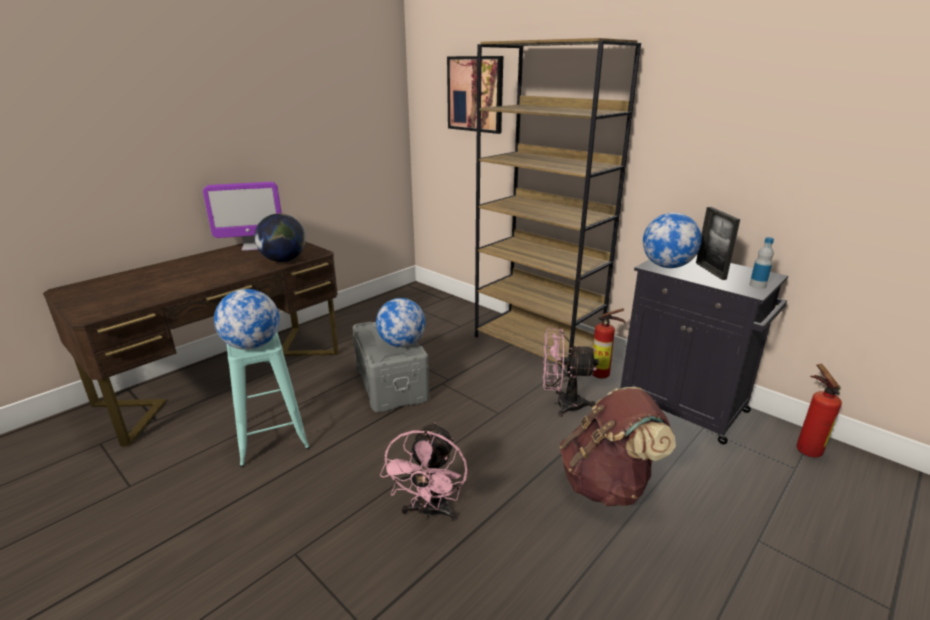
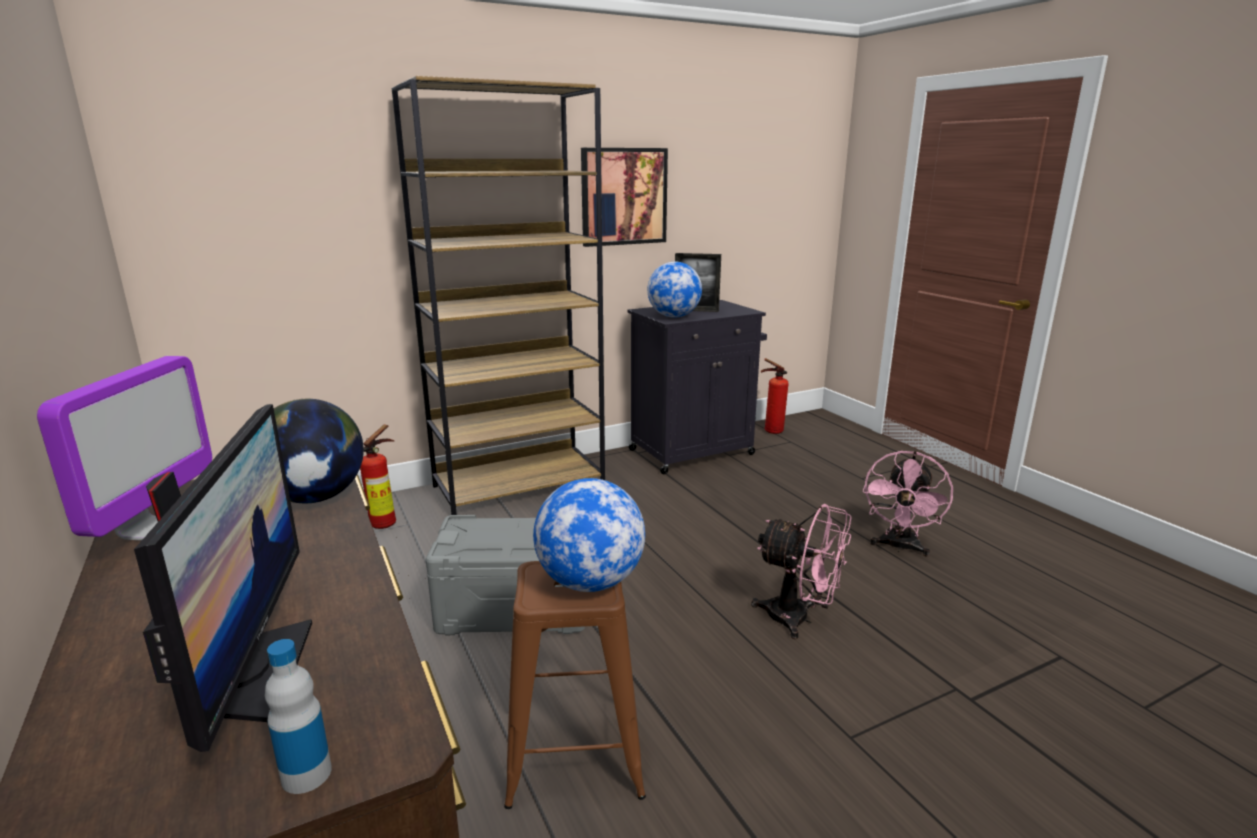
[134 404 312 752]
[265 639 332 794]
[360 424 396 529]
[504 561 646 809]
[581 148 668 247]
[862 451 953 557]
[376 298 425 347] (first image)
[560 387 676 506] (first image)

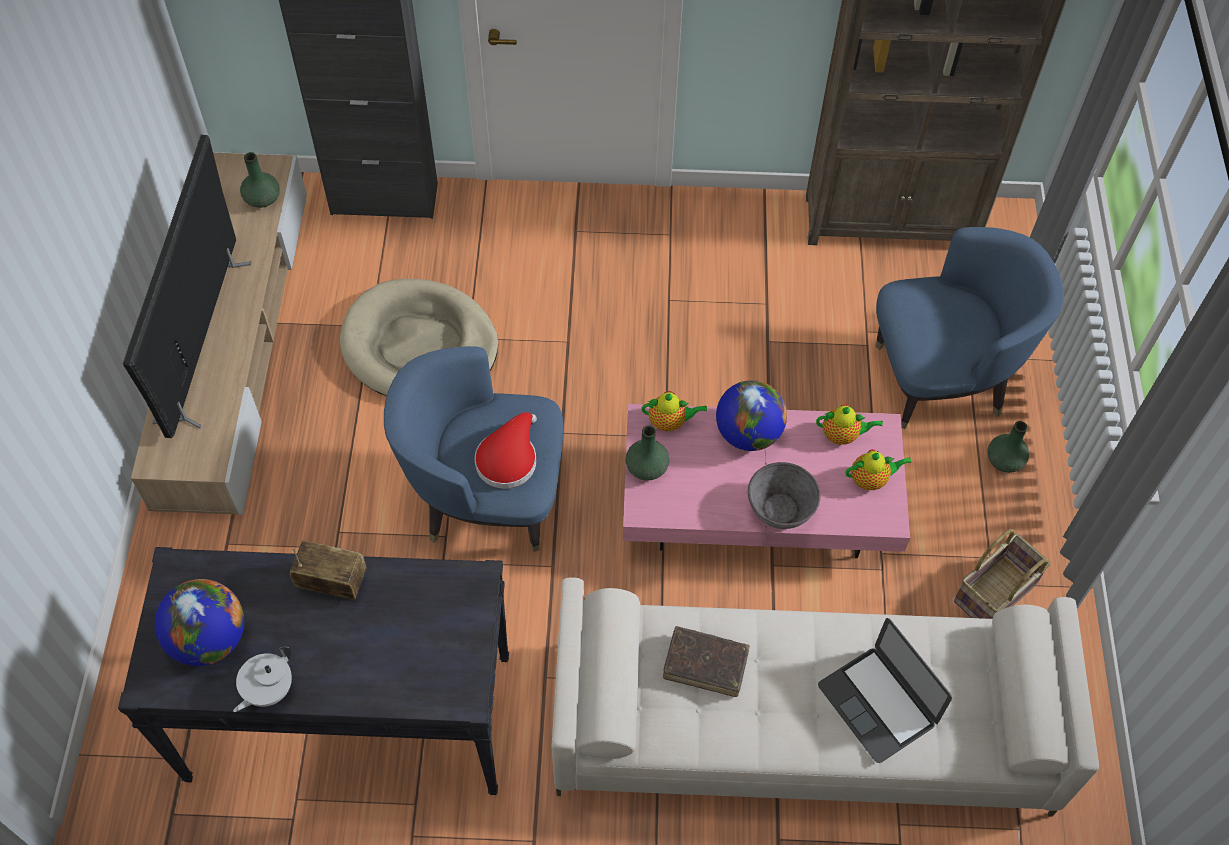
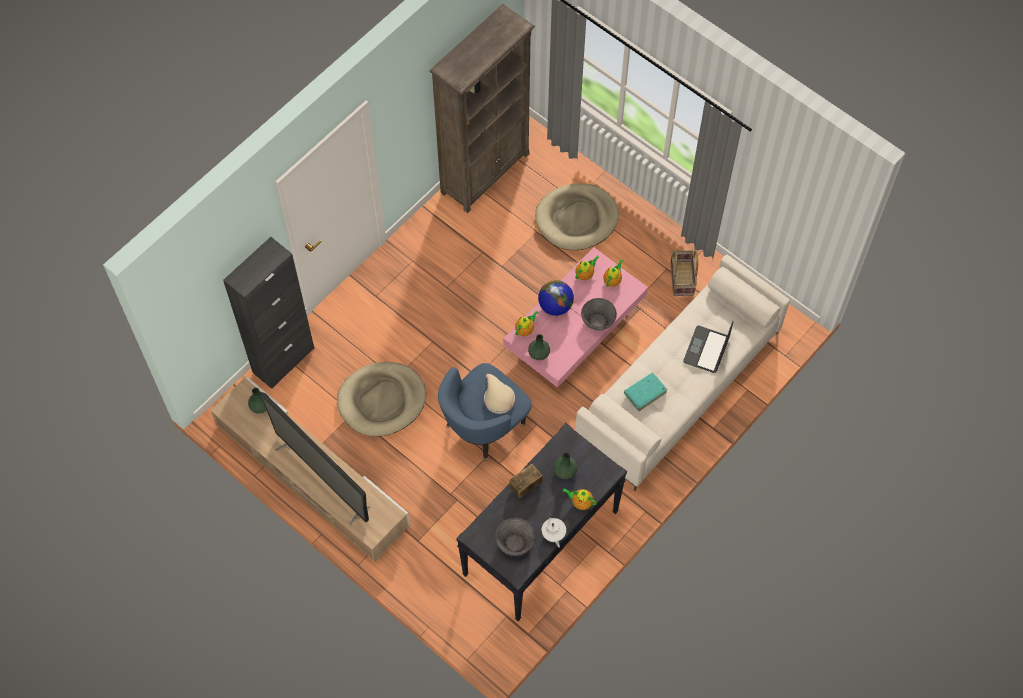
[484 374 515 414]
[495 518 535 556]
[535 183 619 250]
[553 452 577 479]
[563 488 597 510]
[624 373 667 411]
[683 321 733 373]

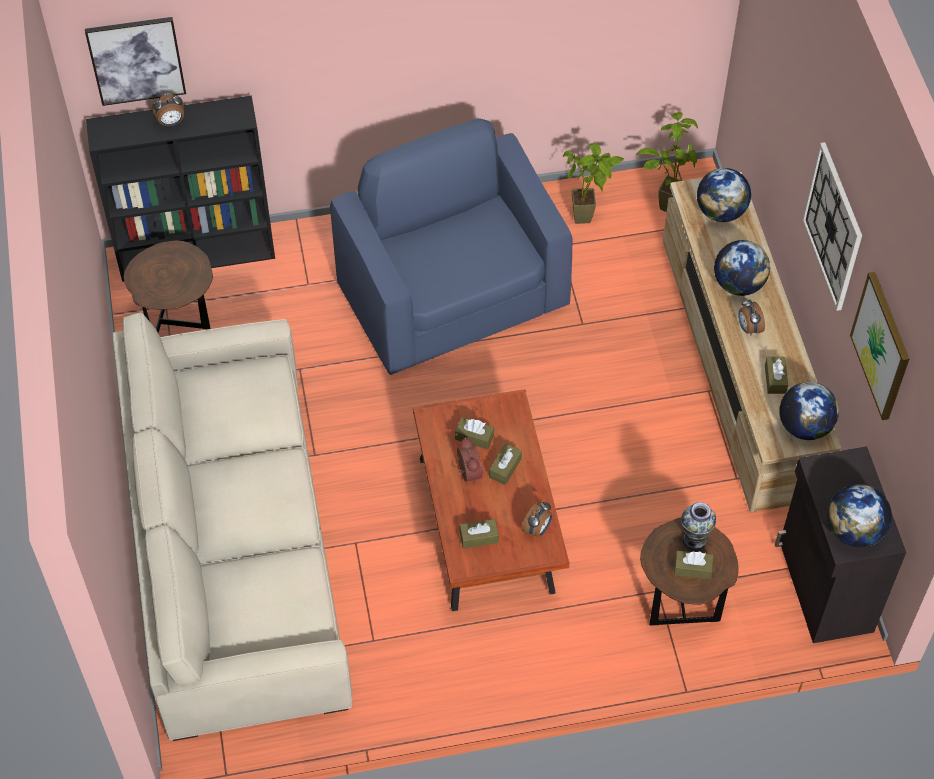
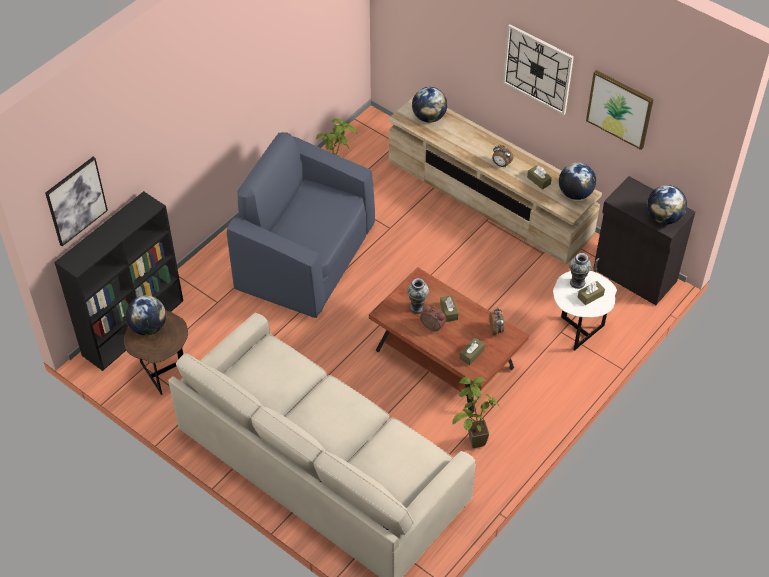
[126 295 166 335]
[407 278 429 314]
[452 377 501 448]
[553 271 617 351]
[152 93 184 126] (first image)

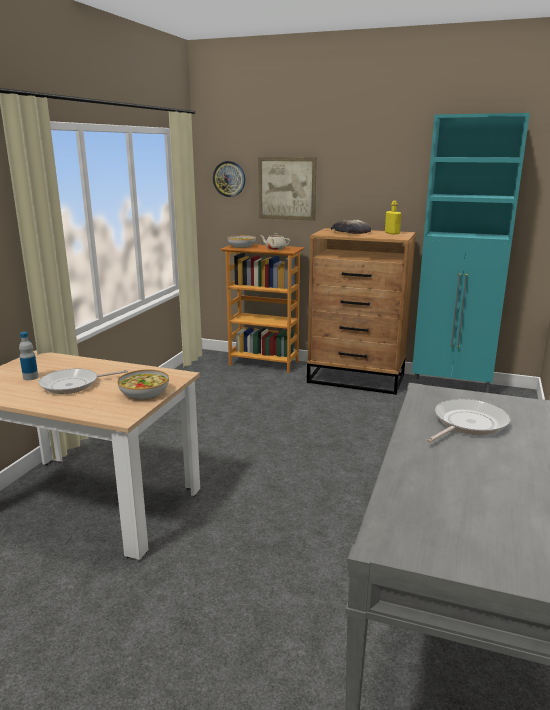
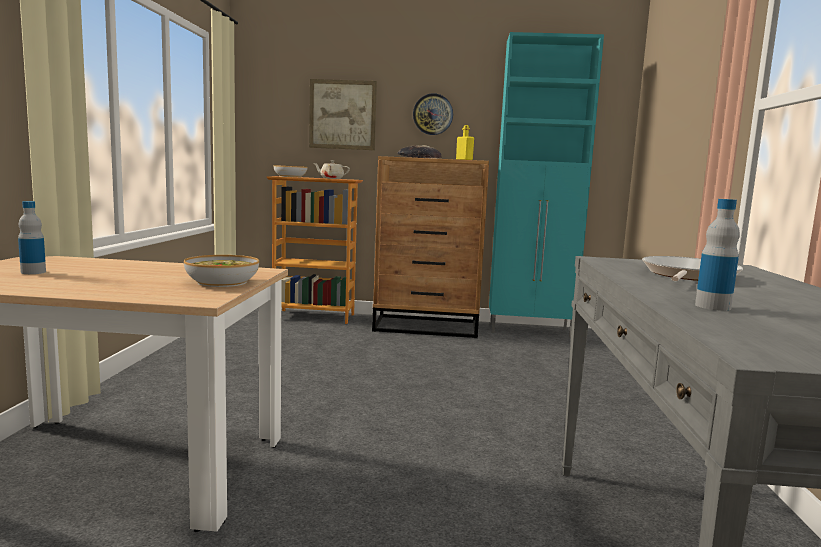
[413 93 453 135]
[695 199 740 311]
[39 369 128 394] (first image)

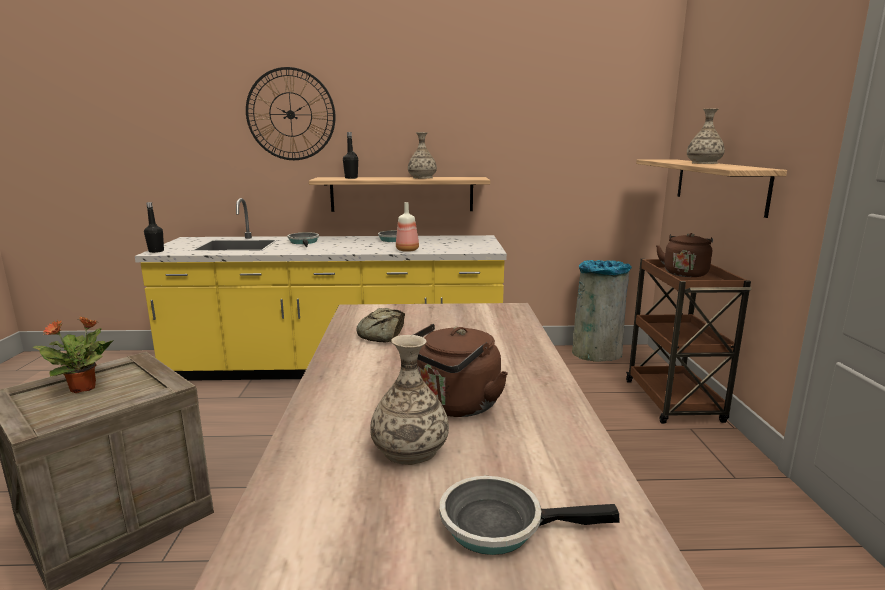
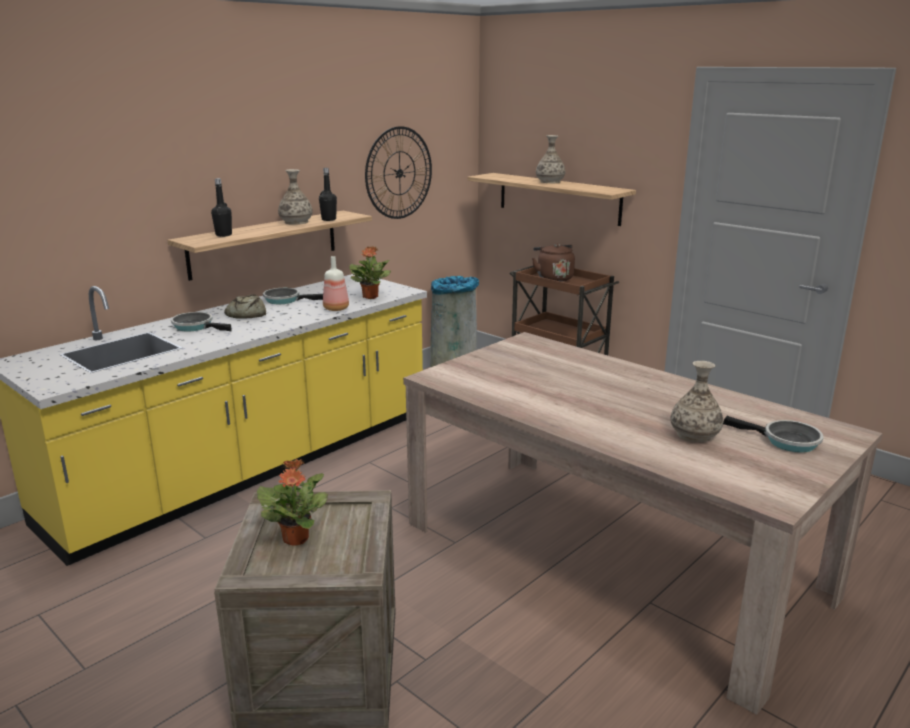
[224 294 266 319]
[319 168 337 221]
[349 246 391 299]
[365 126 432 219]
[723 416 824 453]
[413 324 508 417] (first image)

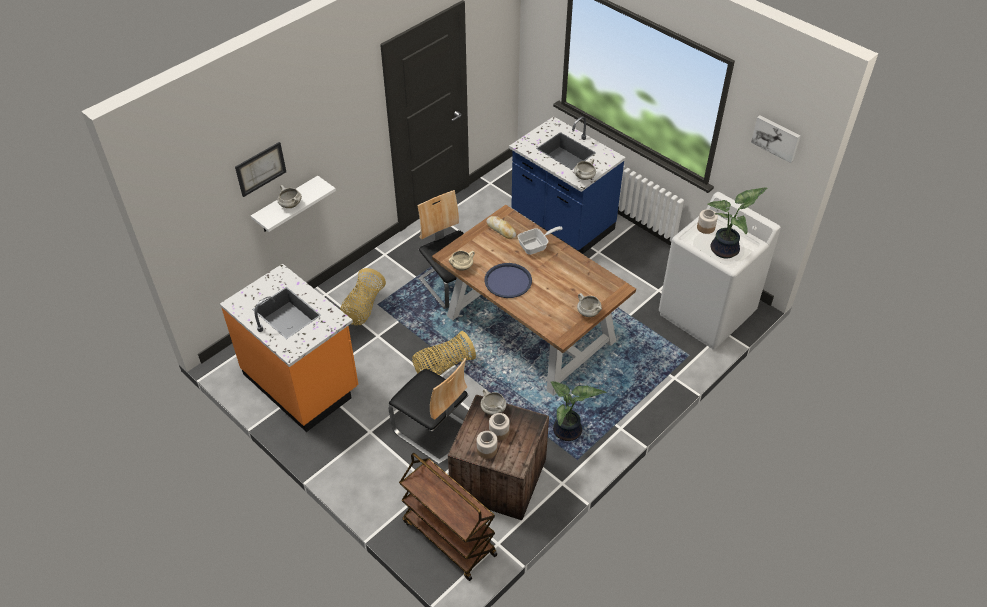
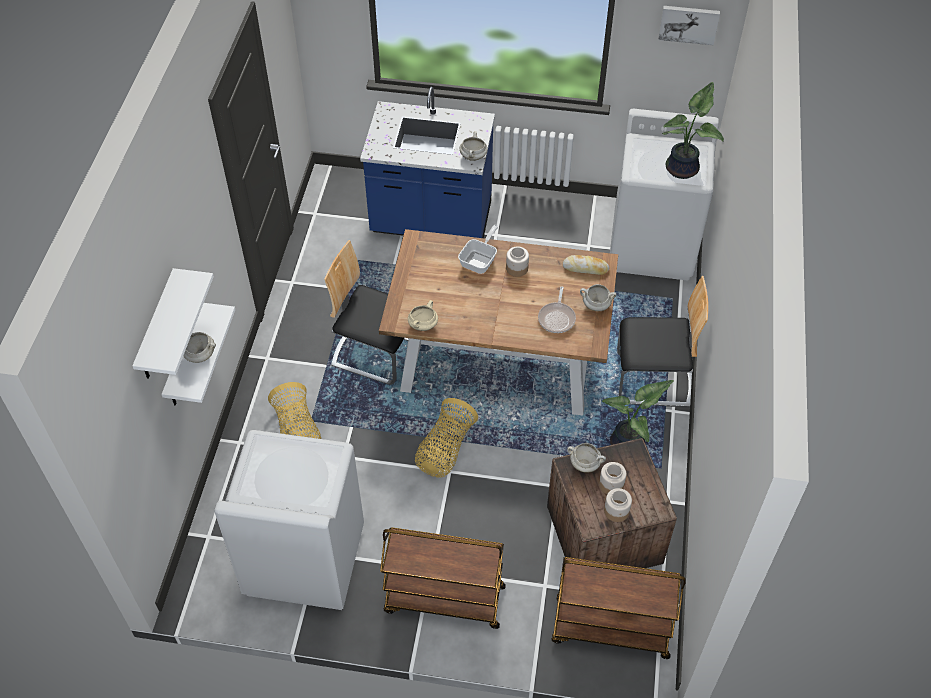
[132 268 214 379]
[214 430 364 610]
[380 527 506 629]
[506 247 529 277]
[538 286 576 333]
[563 255 609 275]
[617 276 708 407]
[484 263 532 298] (first image)

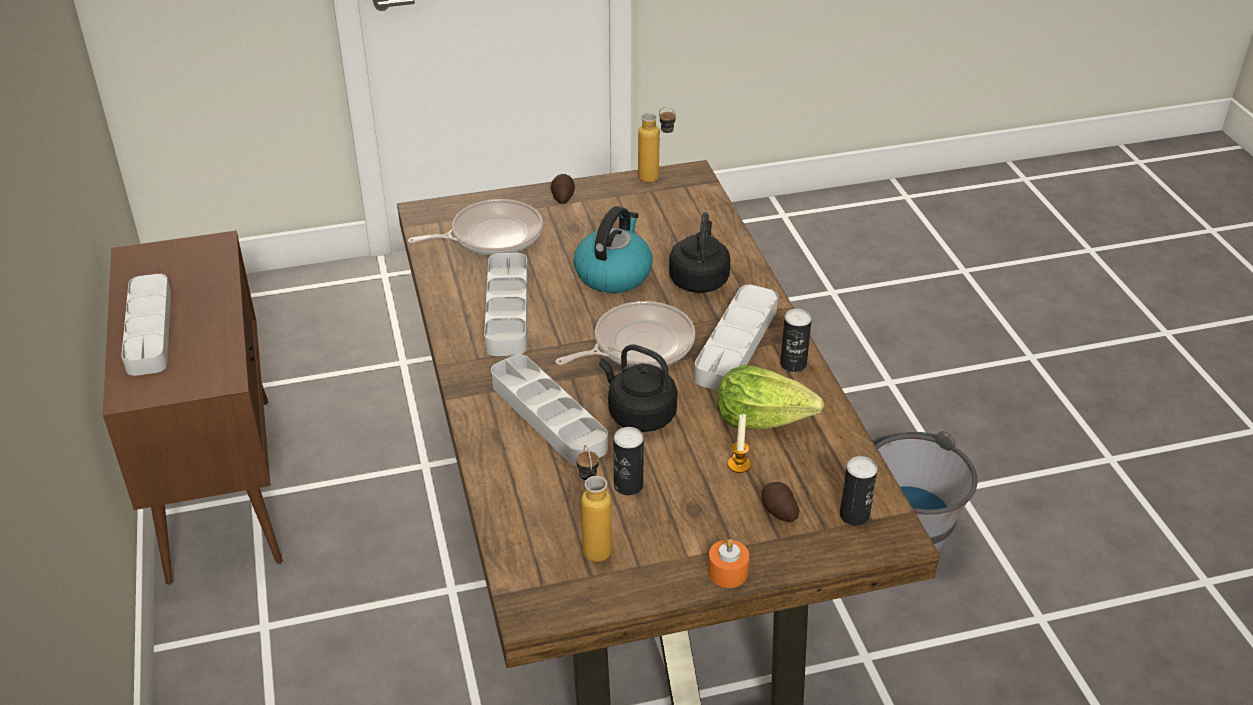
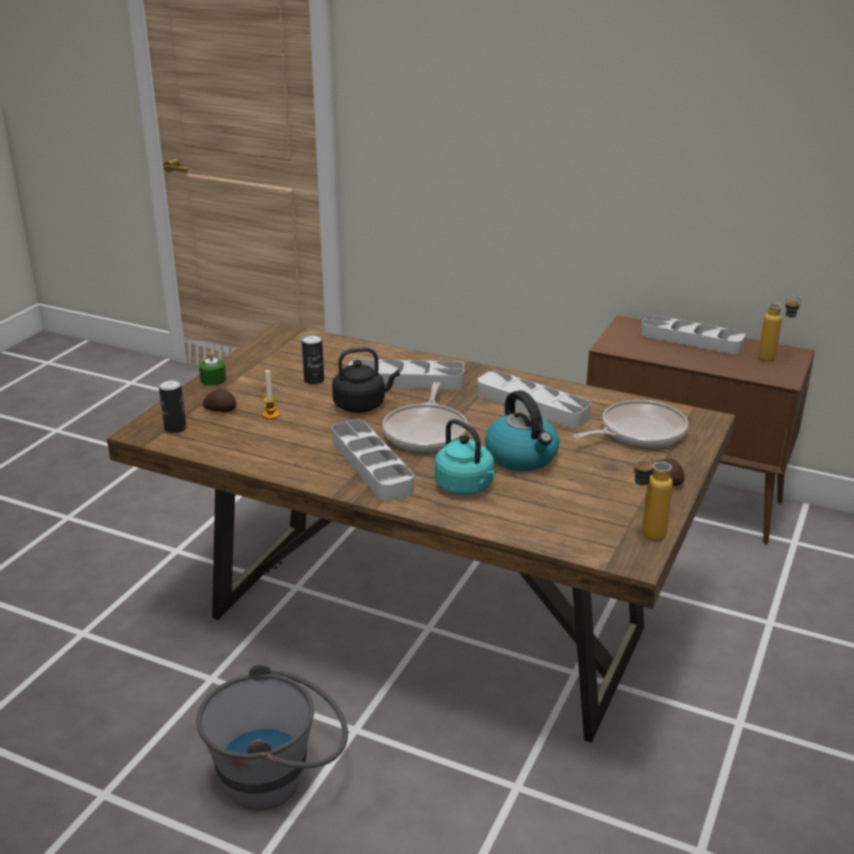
[199 352 226 386]
[435 419 497 495]
[573 400 688 447]
[758 296 801 361]
[717 365 824 429] (first image)
[780 309 812 372] (first image)

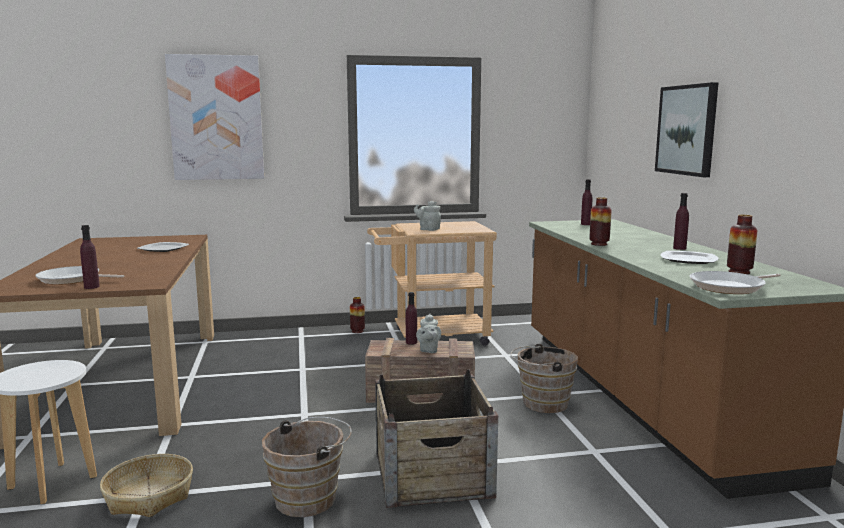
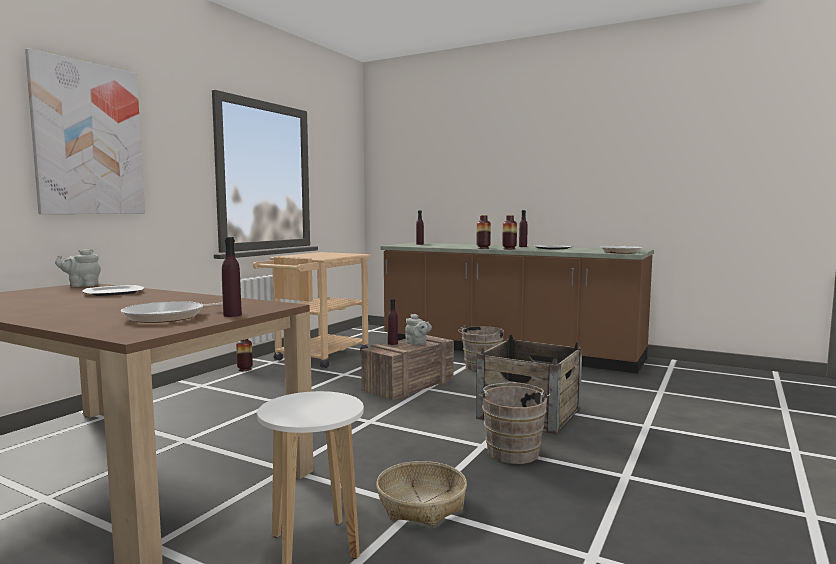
[55 249 101 287]
[502 215 517 249]
[655 82 719 177] (first image)

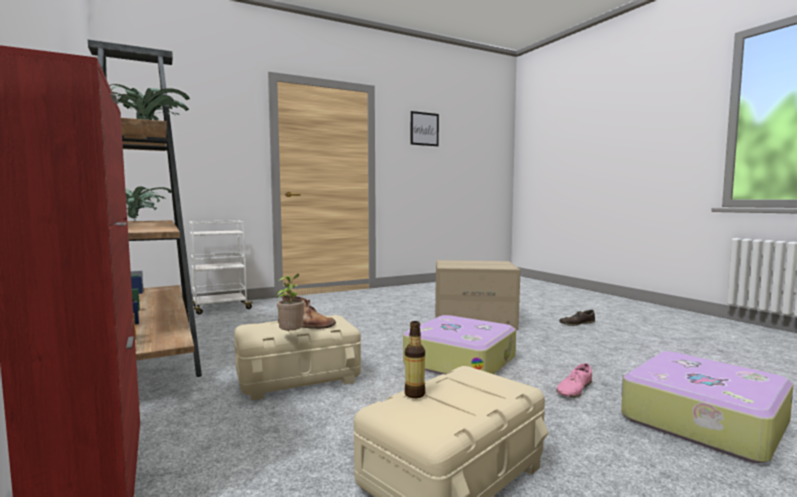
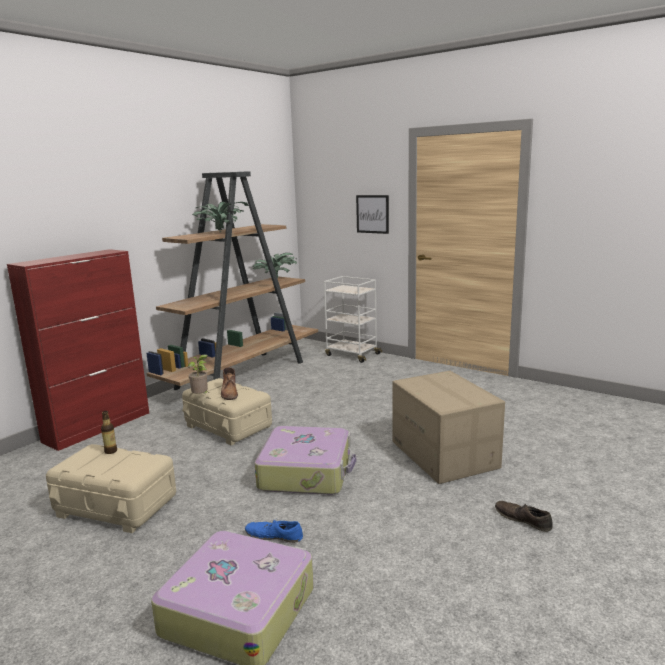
[245 518 303 543]
[356 195 389 234]

